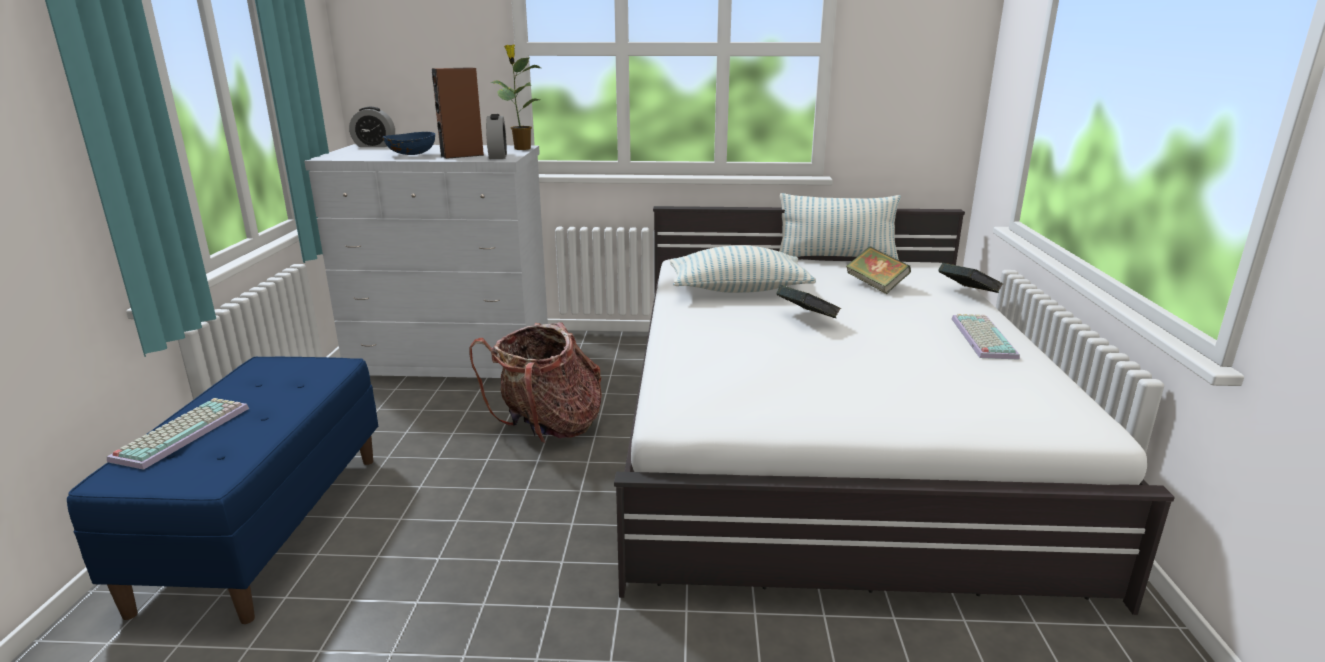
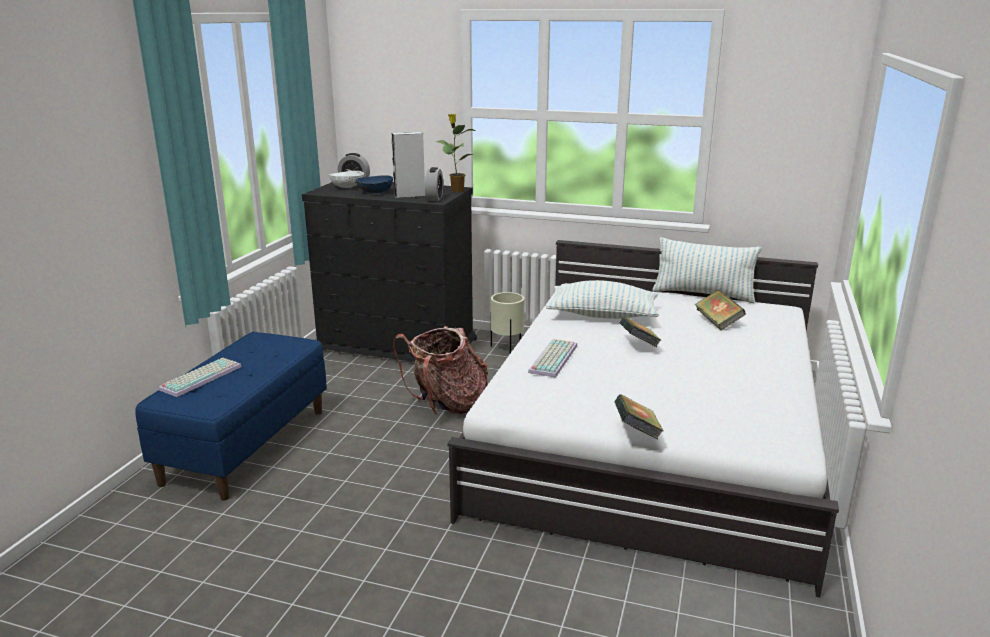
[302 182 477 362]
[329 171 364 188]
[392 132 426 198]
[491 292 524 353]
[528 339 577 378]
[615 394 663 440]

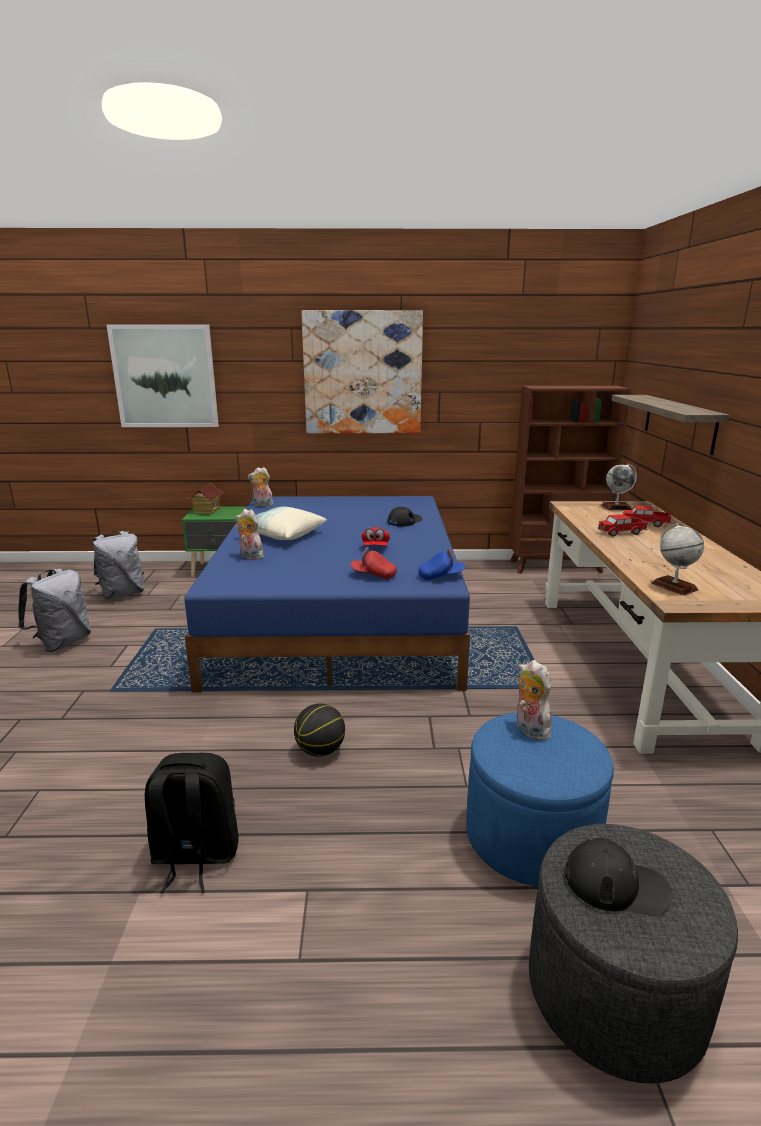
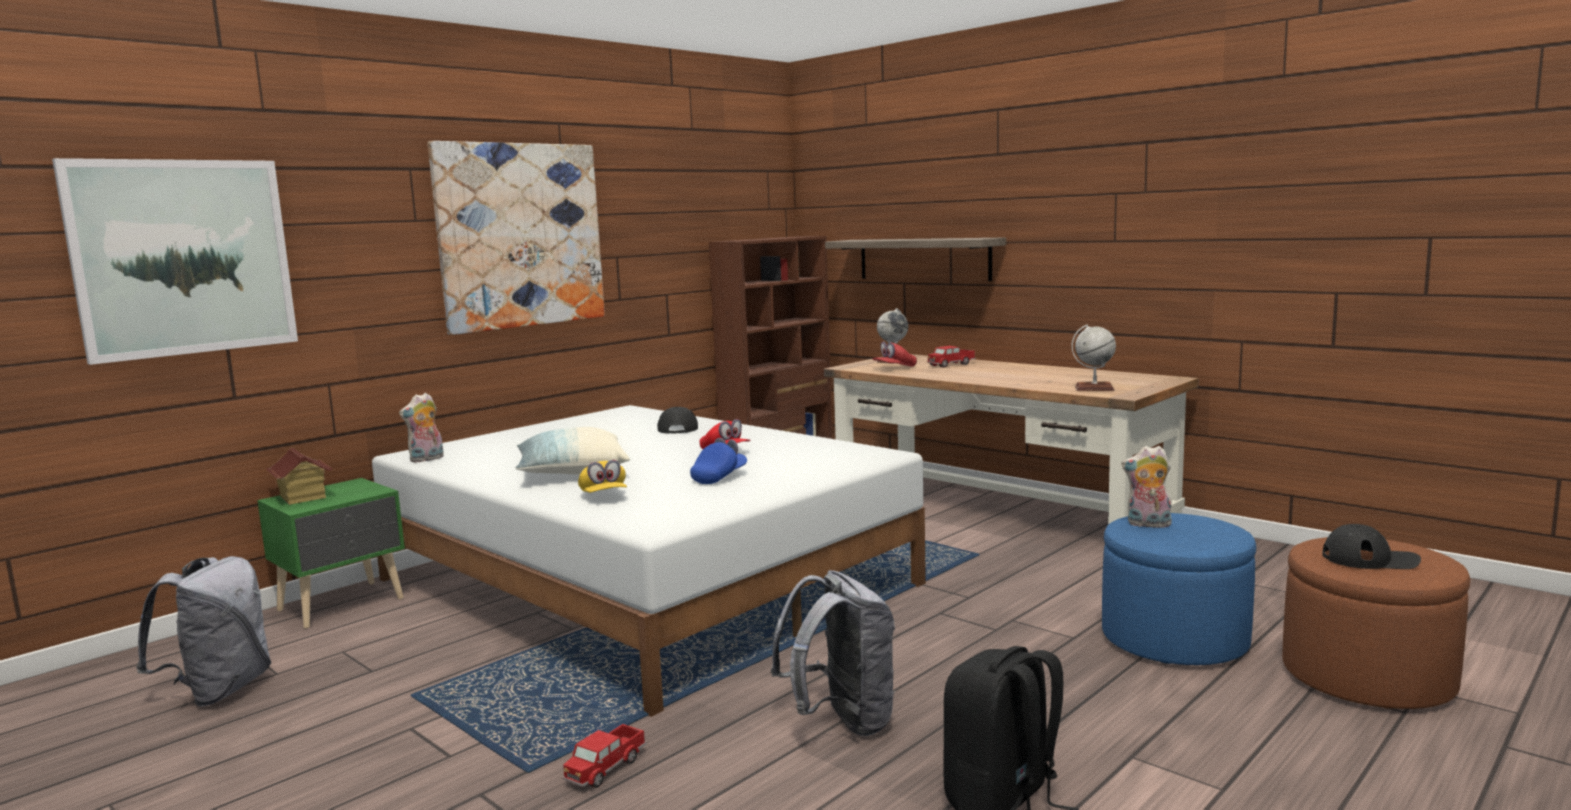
[372 405 926 717]
[563 724 646 788]
[578 460 627 493]
[690 438 747 484]
[771 570 895 736]
[873 341 917 367]
[1282 537 1470 709]
[1322 524 1421 569]
[294 703 345 756] (first image)

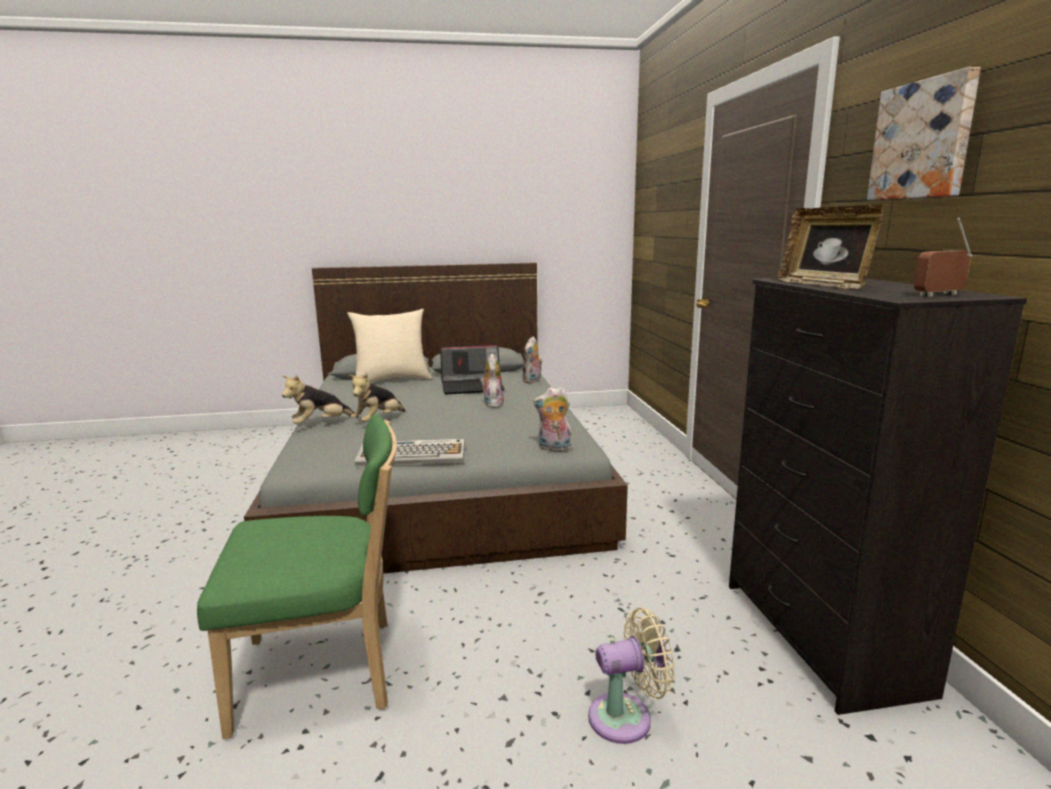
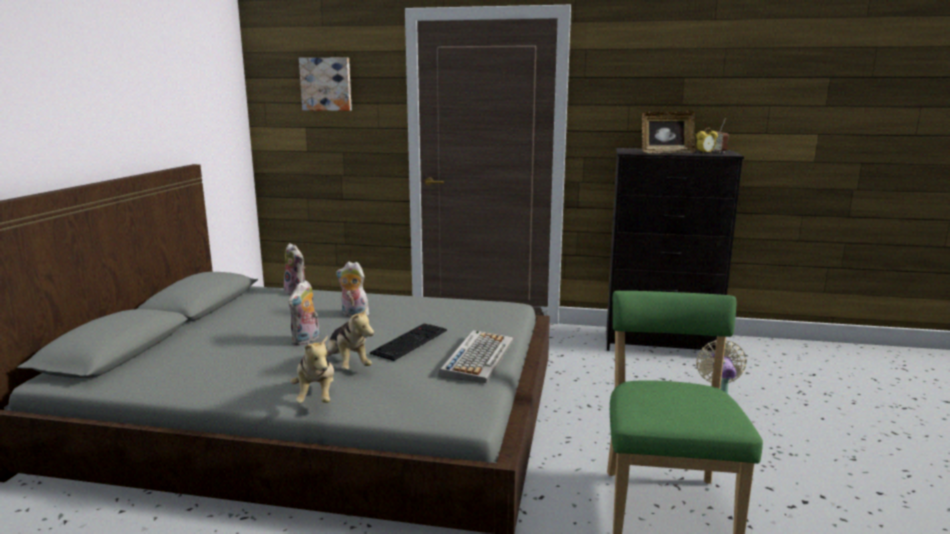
[288 280 320 346]
[299 58 352 111]
[370 323 447 361]
[696 128 718 154]
[347 309 432 383] (first image)
[440 344 505 394] (first image)

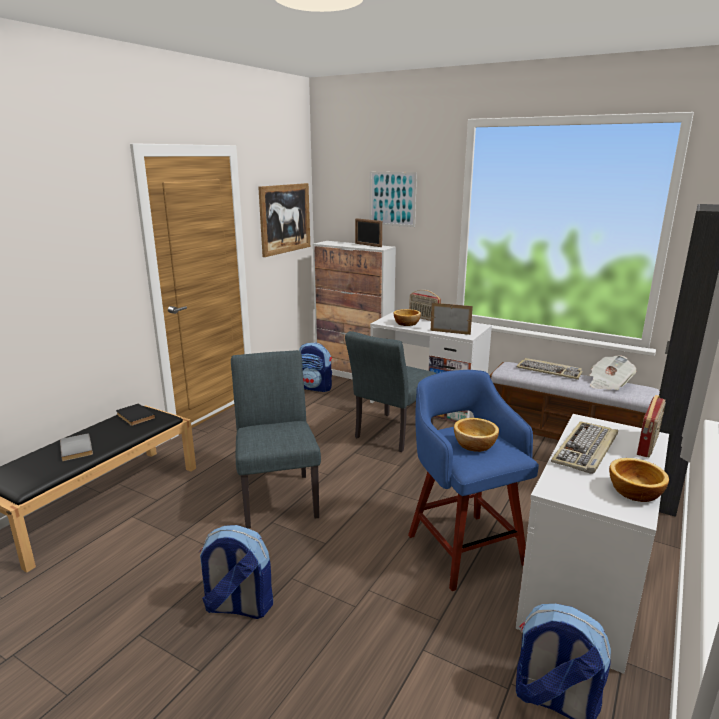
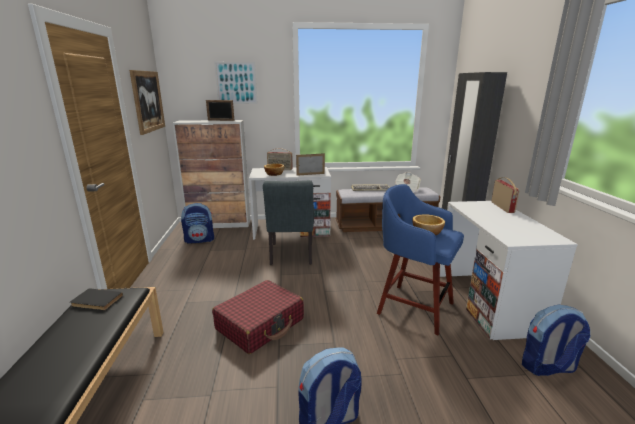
[212 280 304 354]
[60 433 93 461] (first image)
[551 421 618 474] (first image)
[609 458 669 502] (first image)

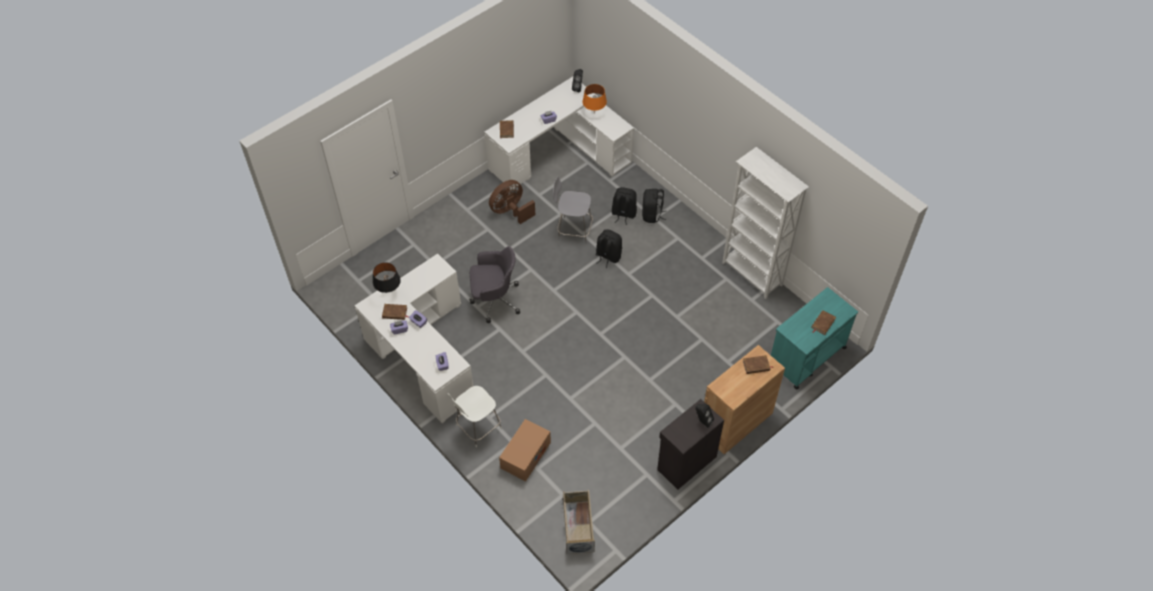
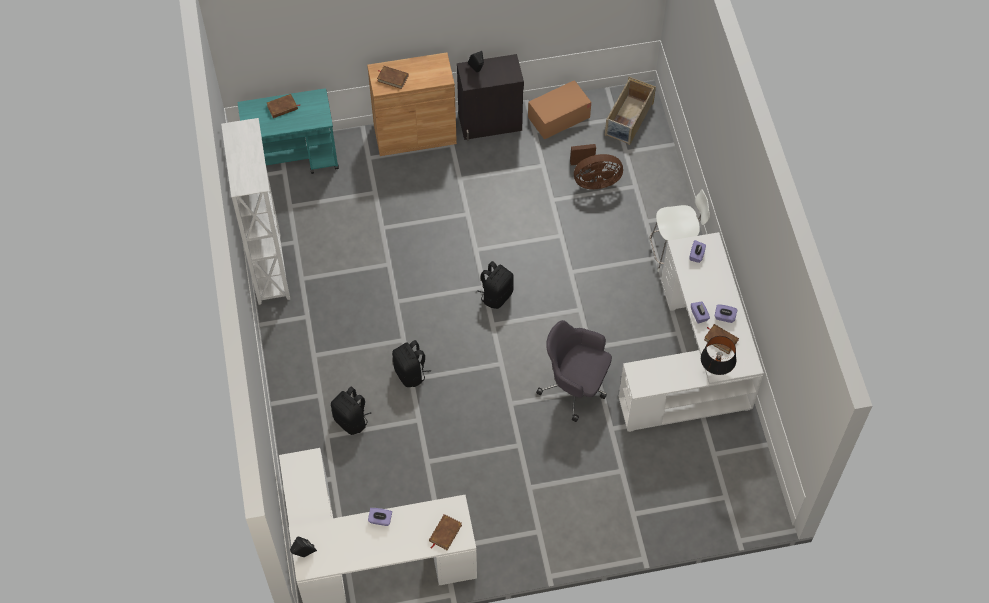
[477 261 514 309]
[528 80 591 140]
[570 144 623 189]
[553 176 593 244] (first image)
[582 84 607 113] (first image)

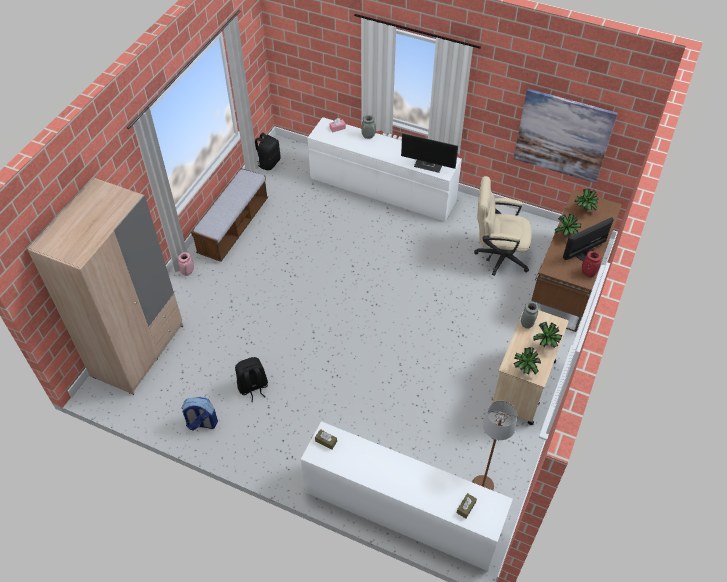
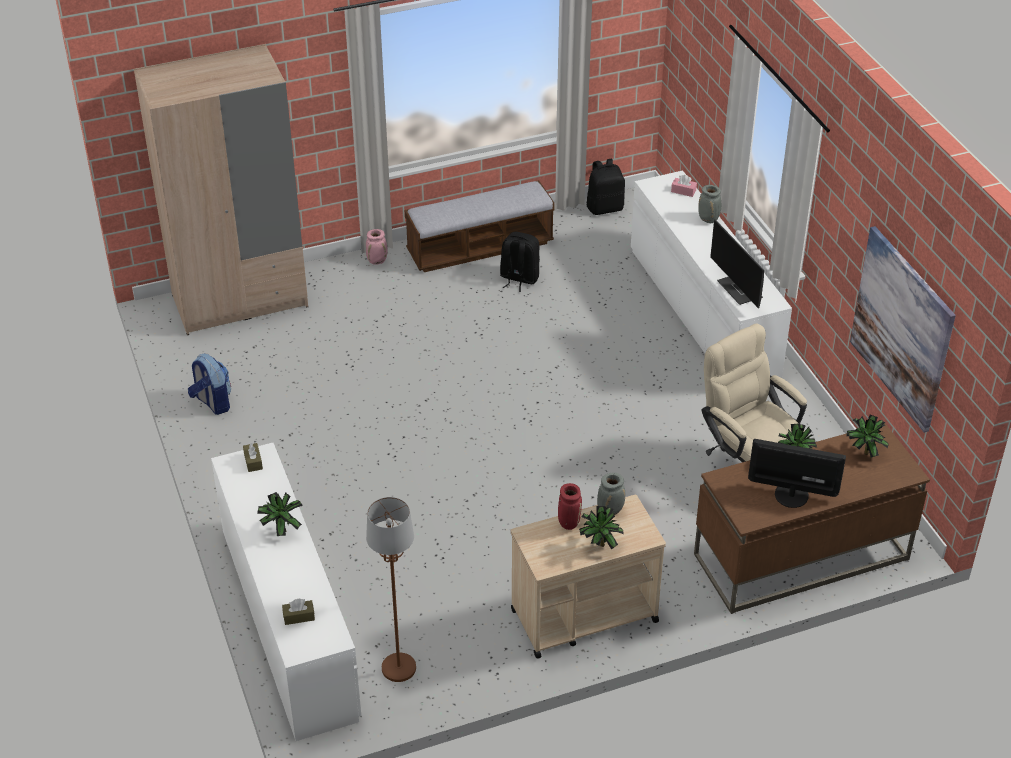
[257 492 303 536]
[500 232 540 292]
[558 483 582 530]

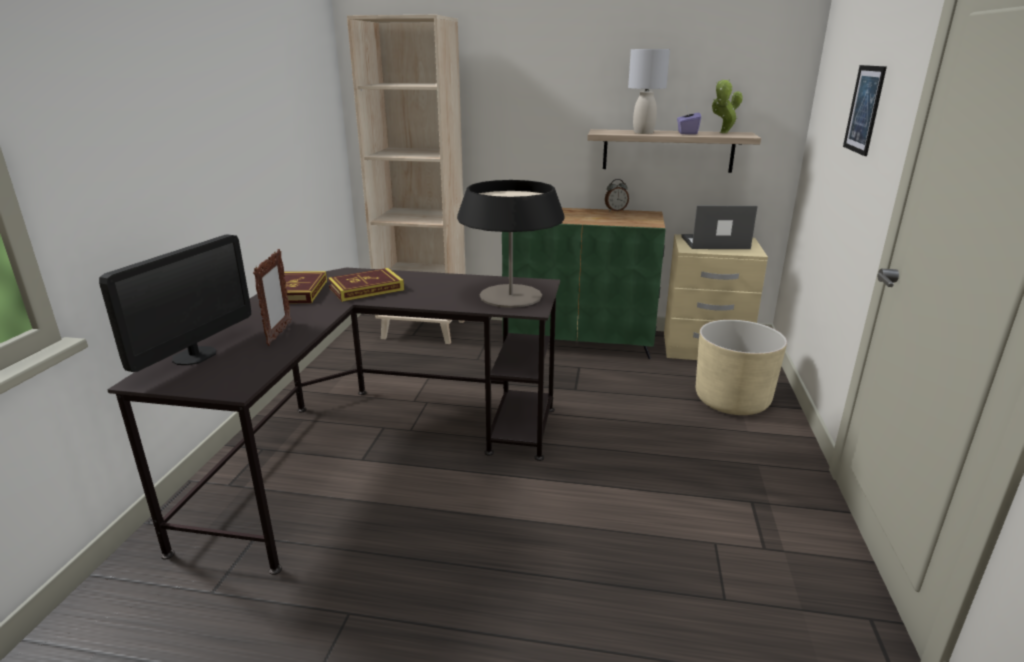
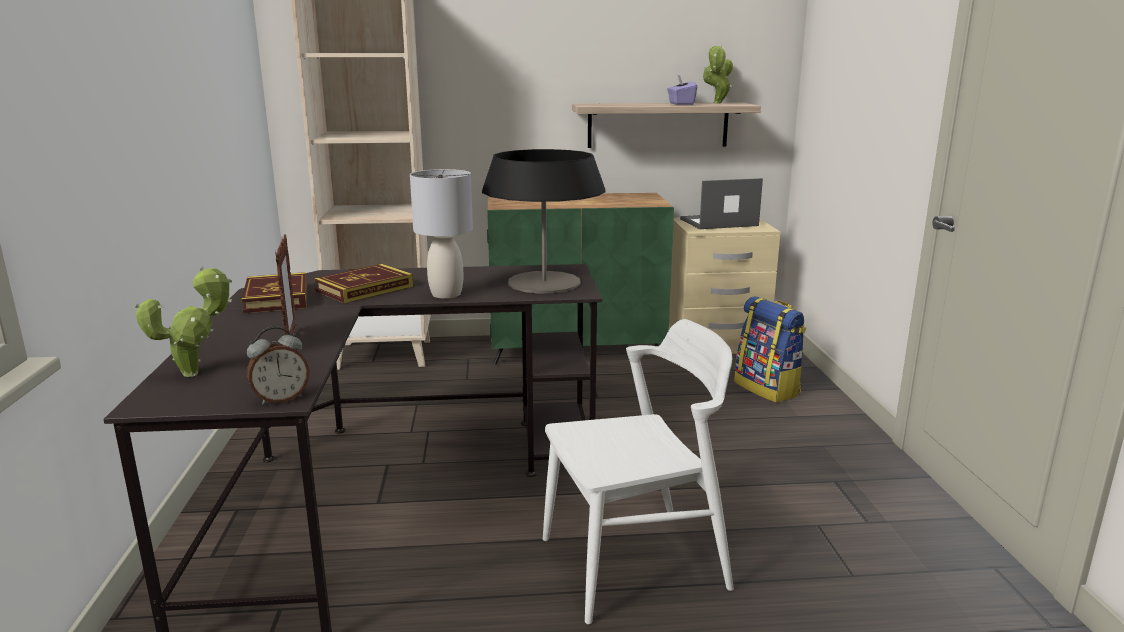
[135 266 232 377]
[247 326 310 405]
[410 169 473 299]
[543 319 734 625]
[734 296 806 403]
[843 65 887 156] (first image)

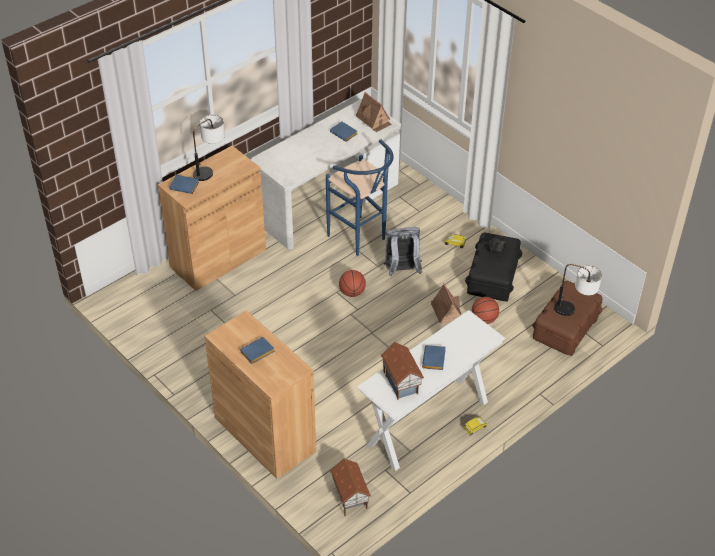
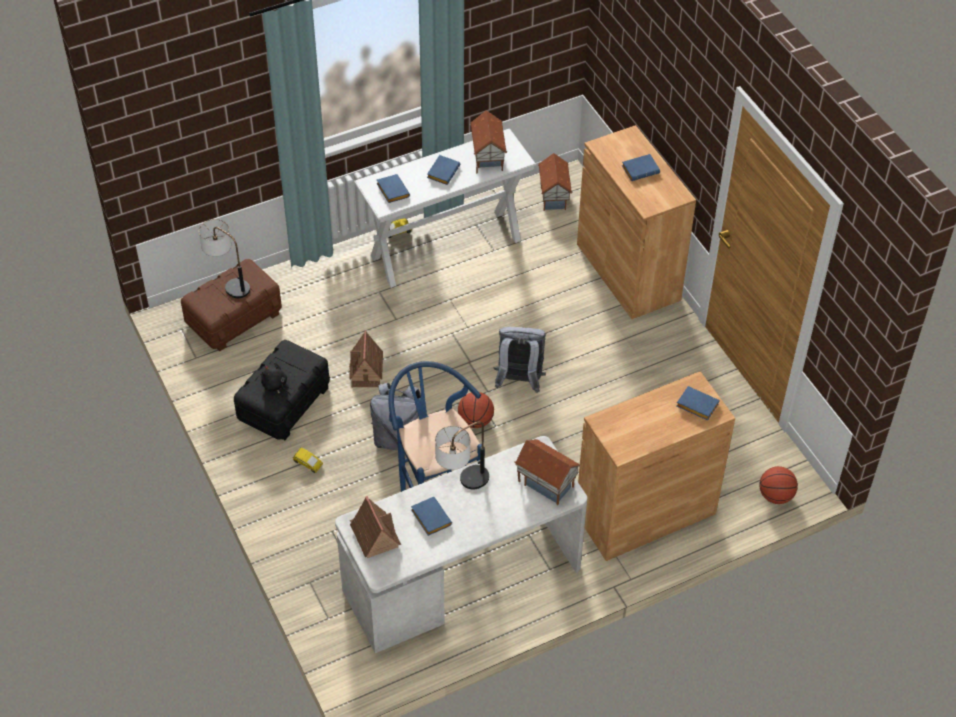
[376 174 410 203]
[435 421 489 490]
[493 327 546 393]
[514 439 581 505]
[759 466 798 504]

